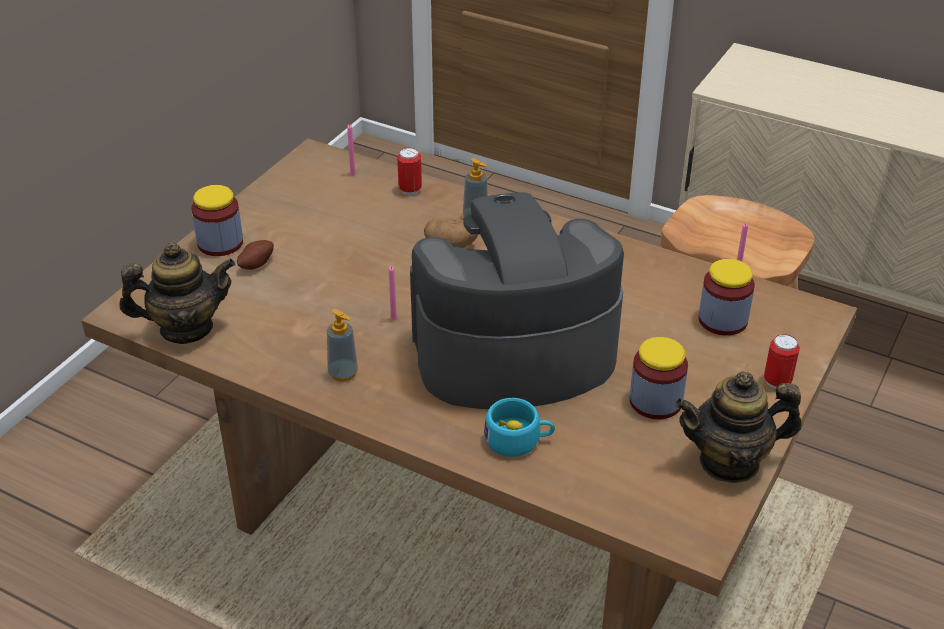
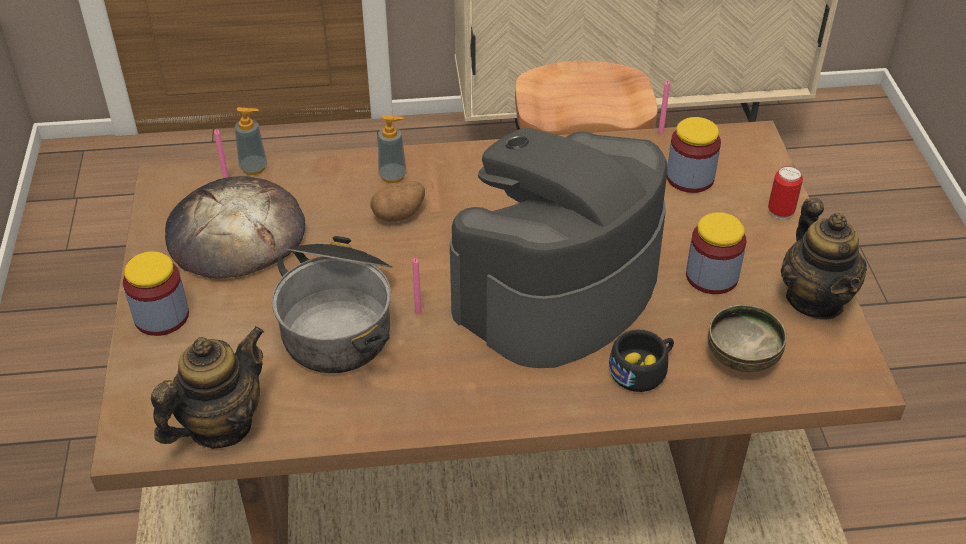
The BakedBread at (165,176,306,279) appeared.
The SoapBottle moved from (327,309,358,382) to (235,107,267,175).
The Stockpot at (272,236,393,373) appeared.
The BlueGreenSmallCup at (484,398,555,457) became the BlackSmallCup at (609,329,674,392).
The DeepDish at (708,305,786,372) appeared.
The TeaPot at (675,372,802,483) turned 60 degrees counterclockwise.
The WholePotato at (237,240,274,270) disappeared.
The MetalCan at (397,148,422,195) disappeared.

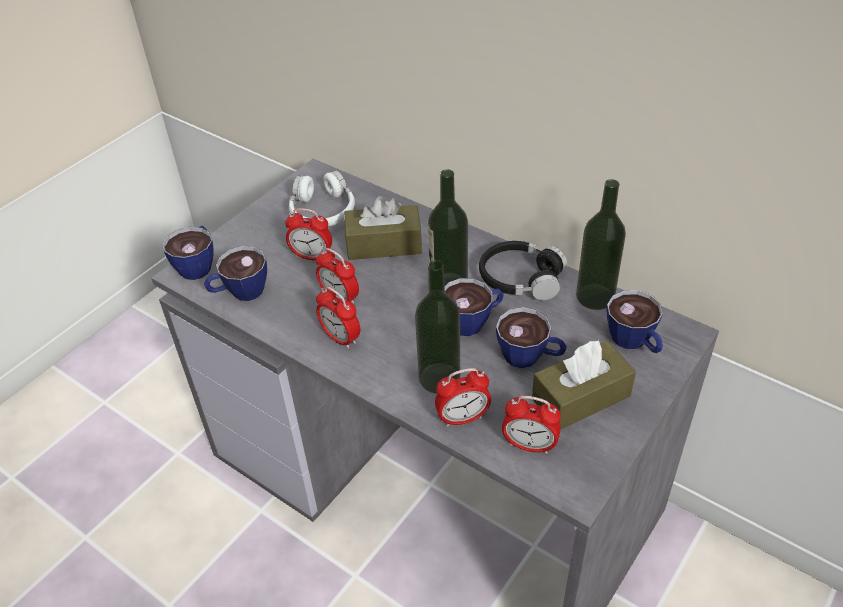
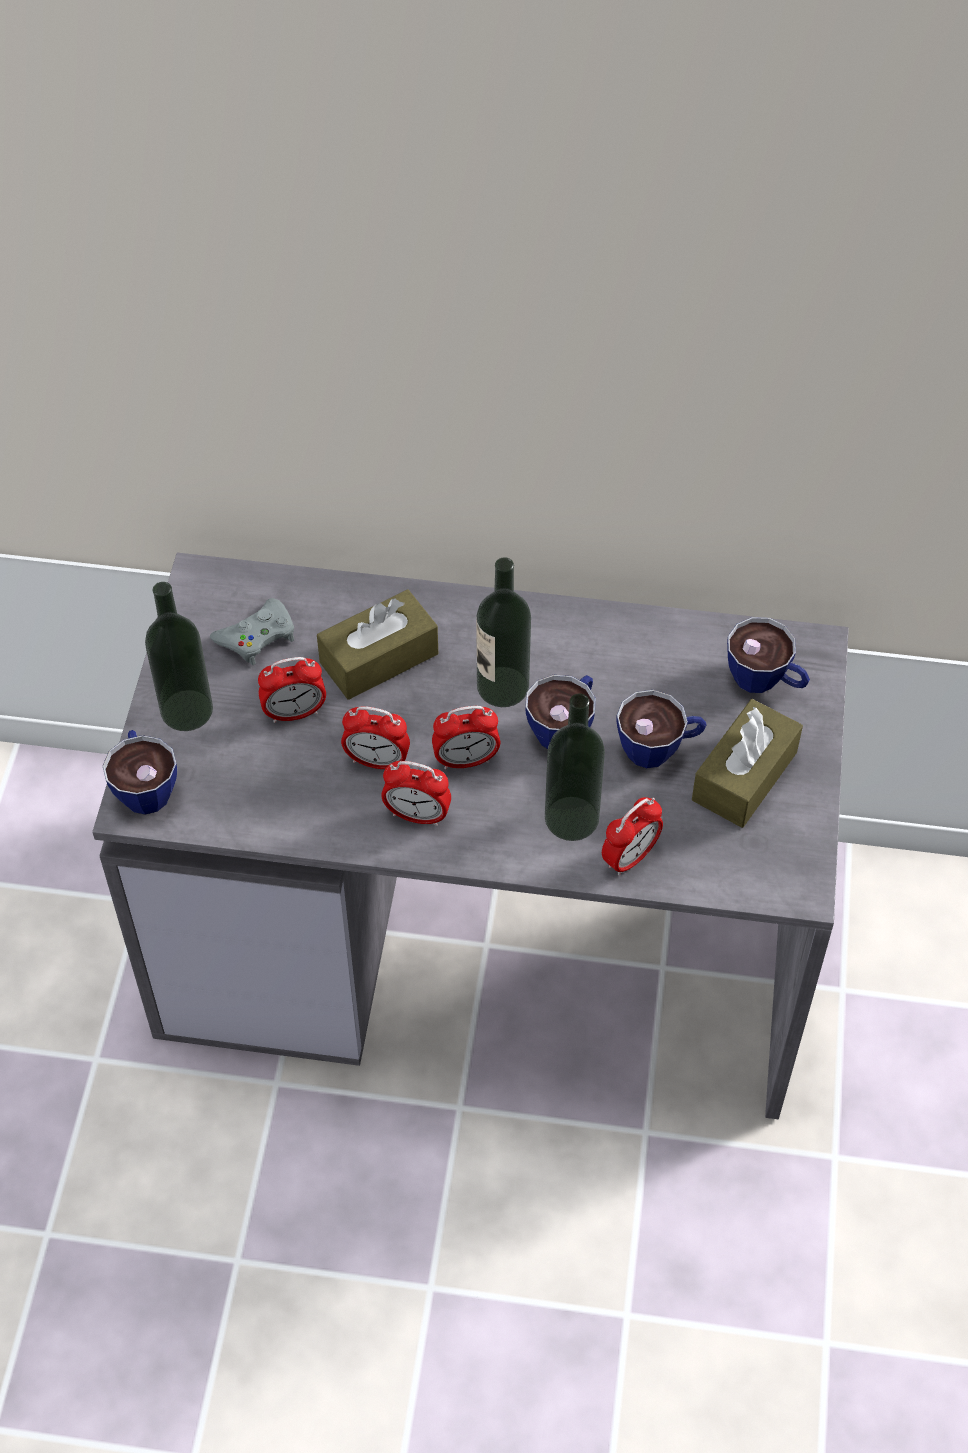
The BeverageBottle moved from (576,179,626,310) to (145,582,213,731).
The WhitePairOfHeadphones at (289,170,355,227) was replaced by the GreyishJoypad at (210,598,294,665).
The TableClock moved from (502,396,561,454) to (432,706,500,770).
The SmallCup at (204,246,267,301) disappeared.
The BlackPairOfHeadphones at (479,241,567,300) disappeared.

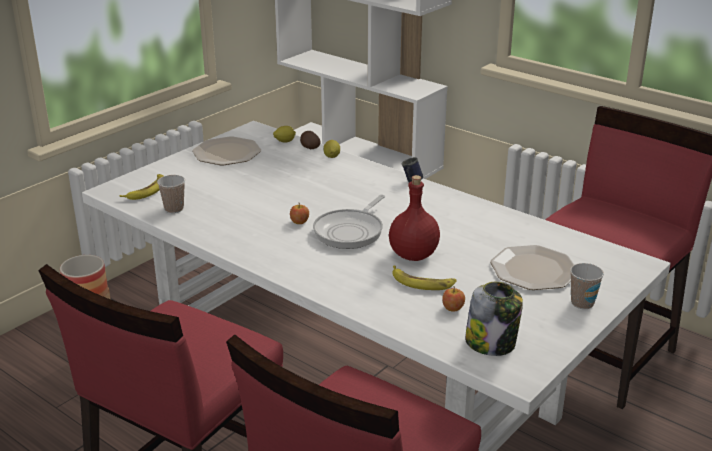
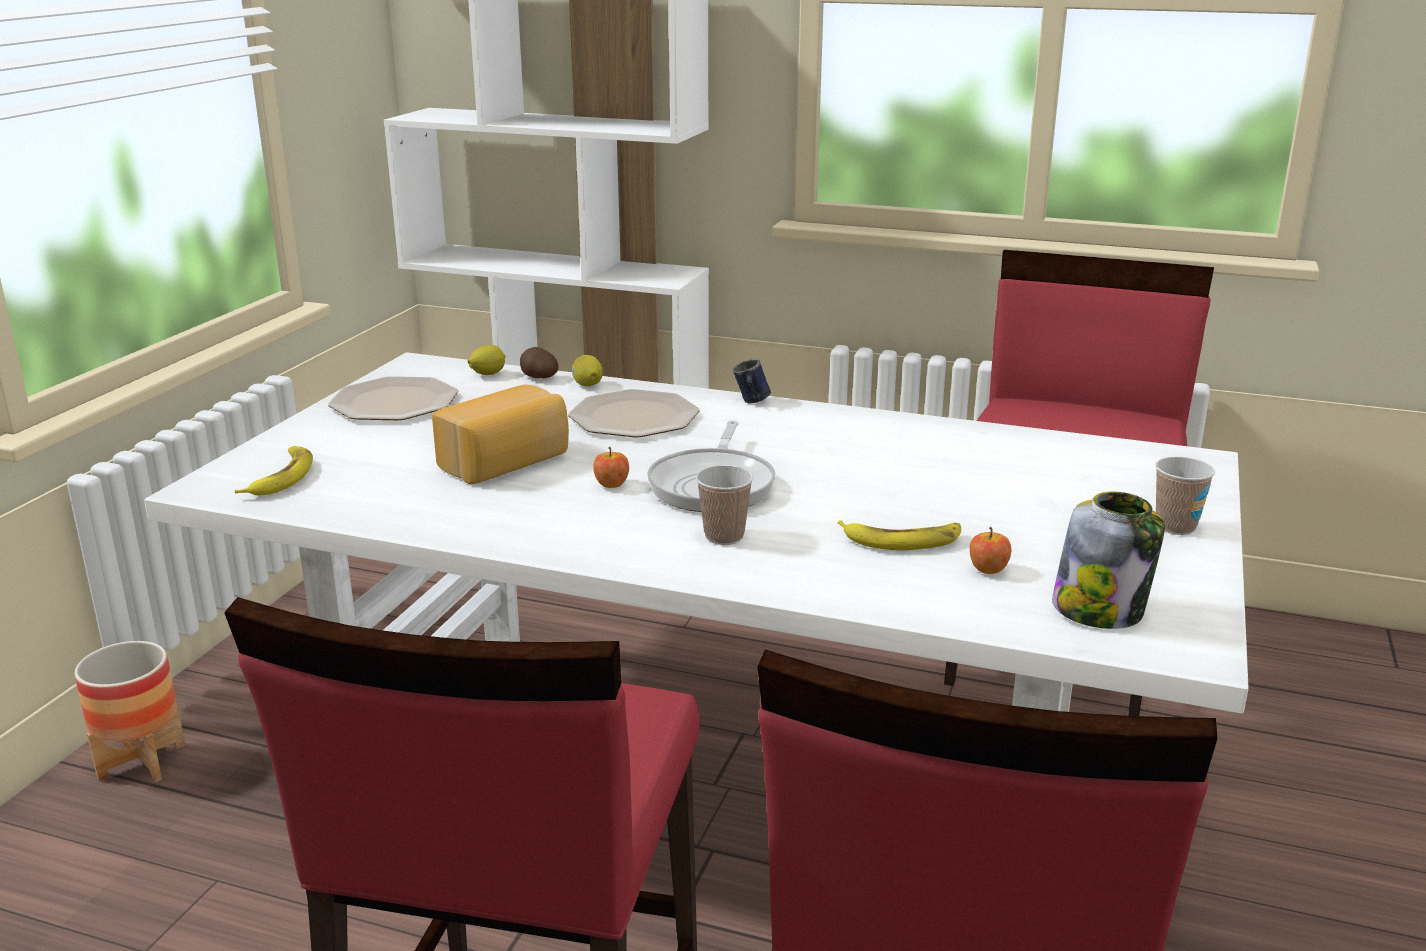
The BakedBread at (432,385,569,484) appeared.
The Plate moved from (490,245,574,290) to (568,389,700,438).
The SmallCup moved from (157,175,185,213) to (696,465,753,545).
The RedColouredBeverageBottle at (389,175,440,261) disappeared.

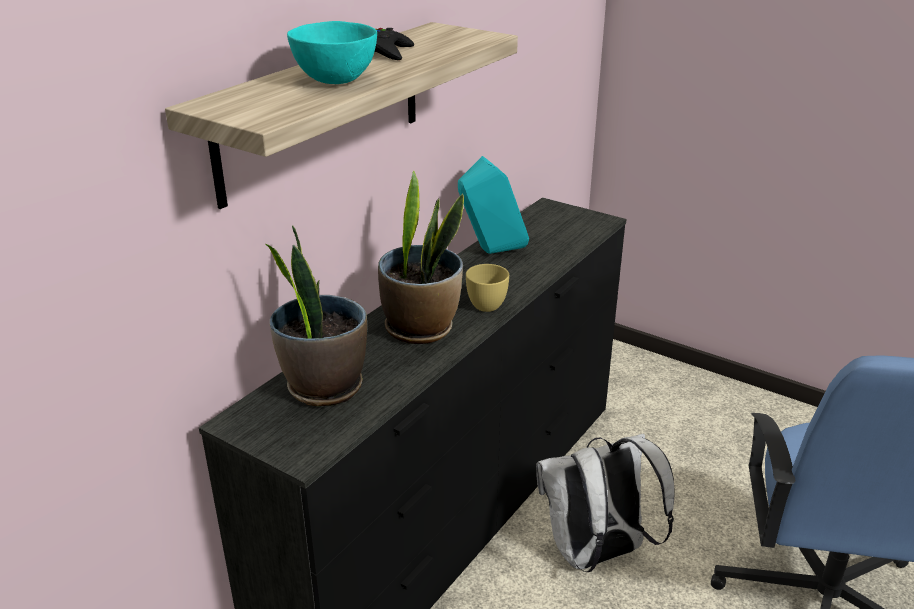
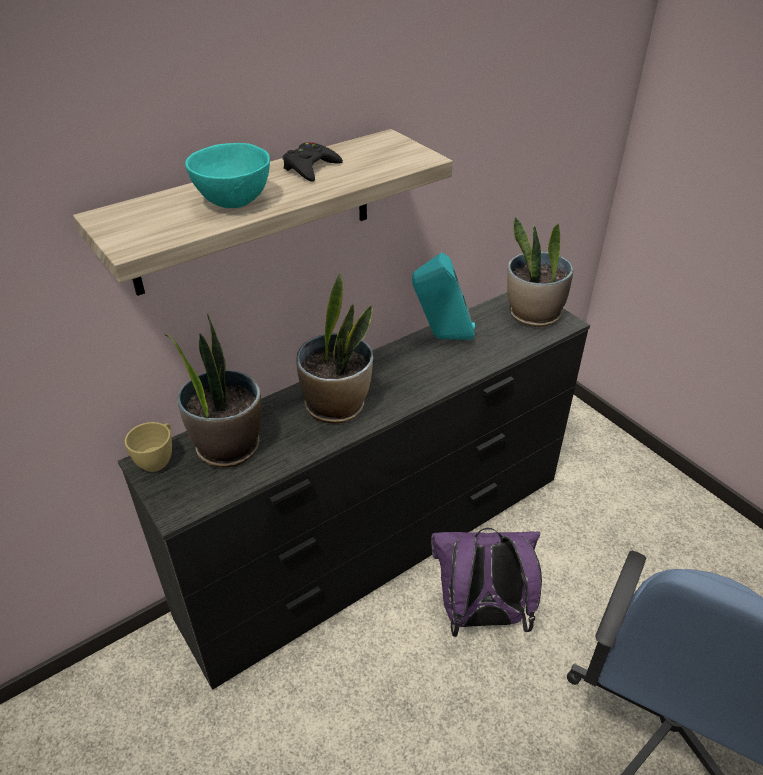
The YellowishSmallCup moved from (466,264,509,312) to (125,422,172,472).
The WhiteBackpack at (536,434,675,572) became the PurpleBackpack at (431,528,542,637).
The PlantInAPot at (507,217,574,327) appeared.

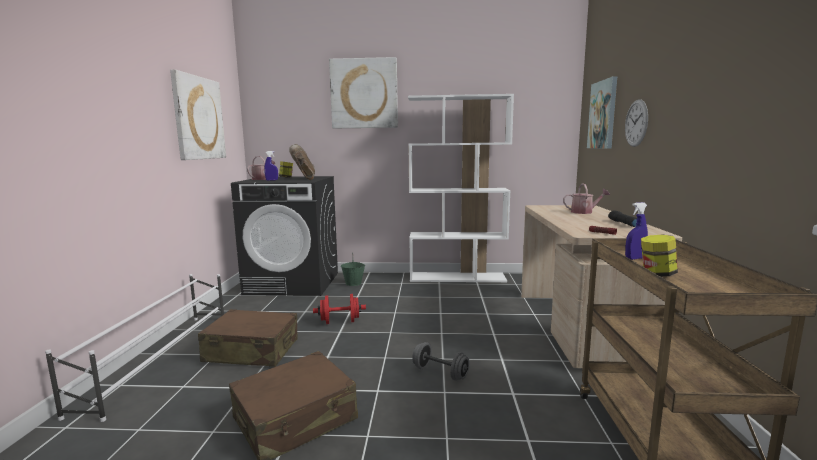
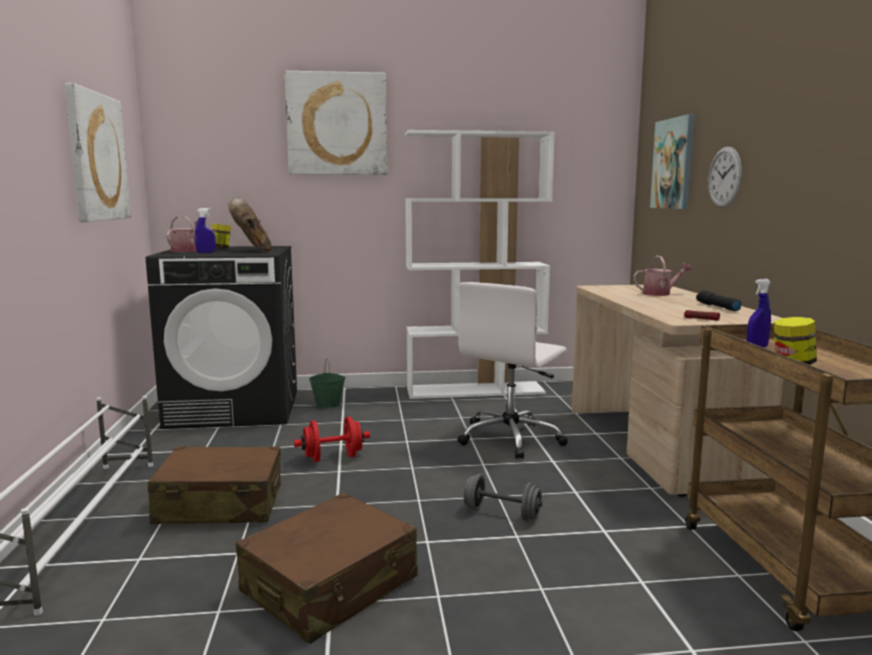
The WhiteDeskChair at (458,282,568,459) appeared.

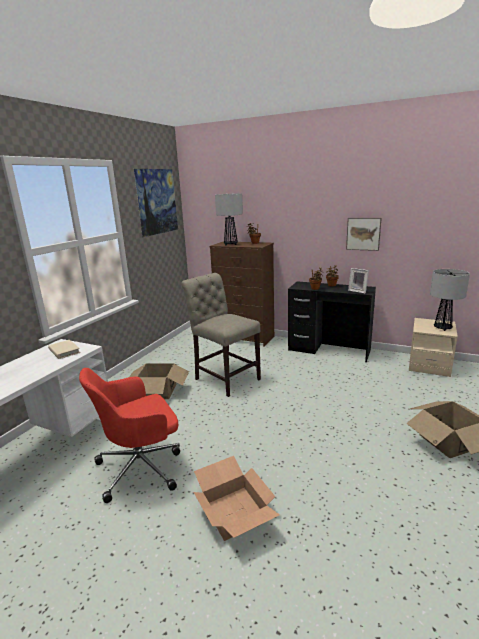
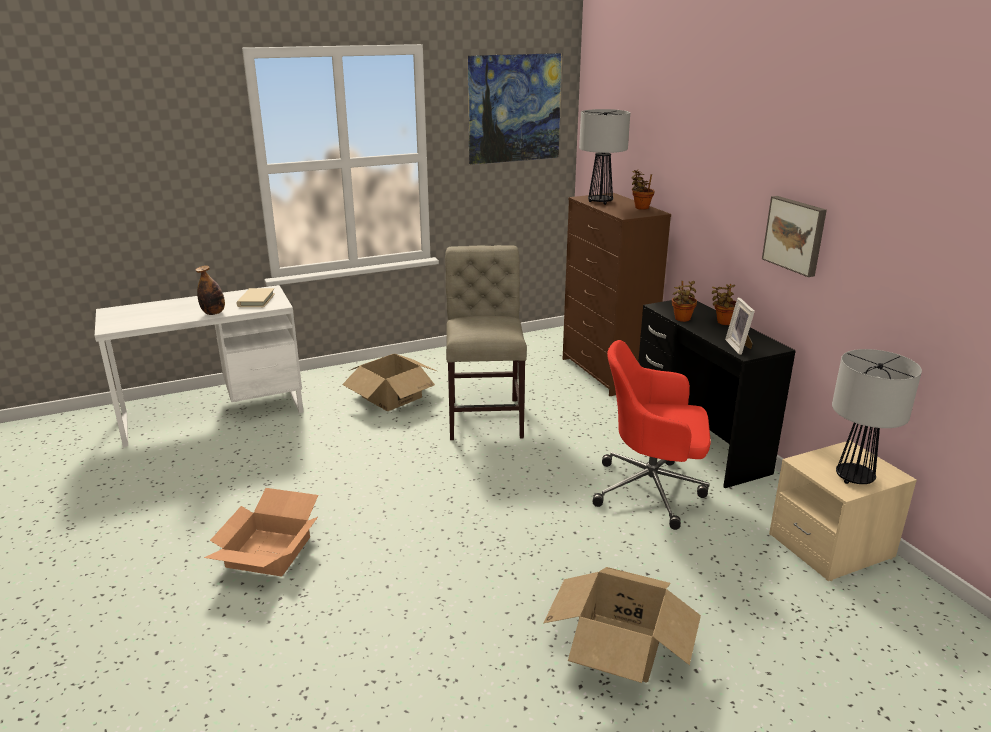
The BeverageBottle at (196,265,225,315) appeared.
The RedColouredDeskChair moved from (79,368,180,503) to (593,340,711,530).

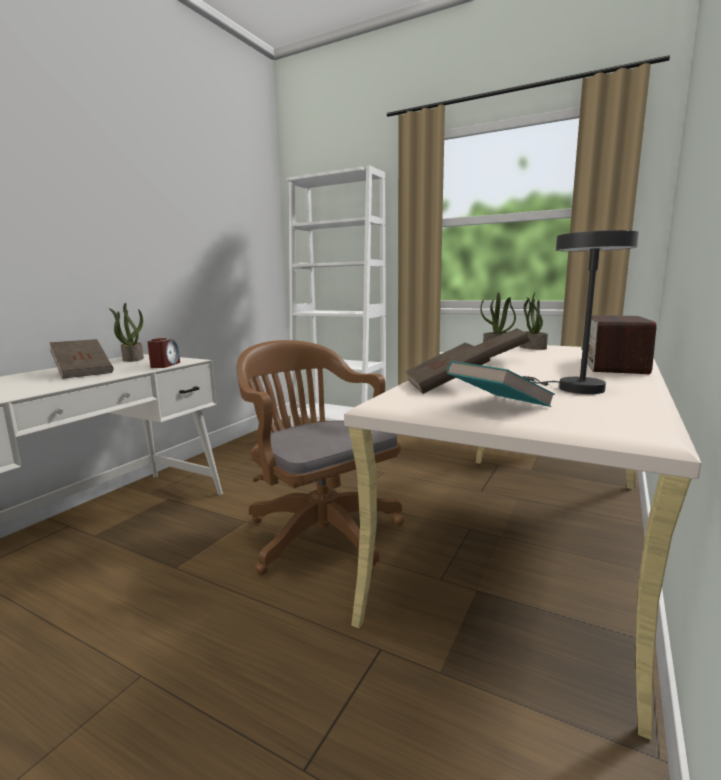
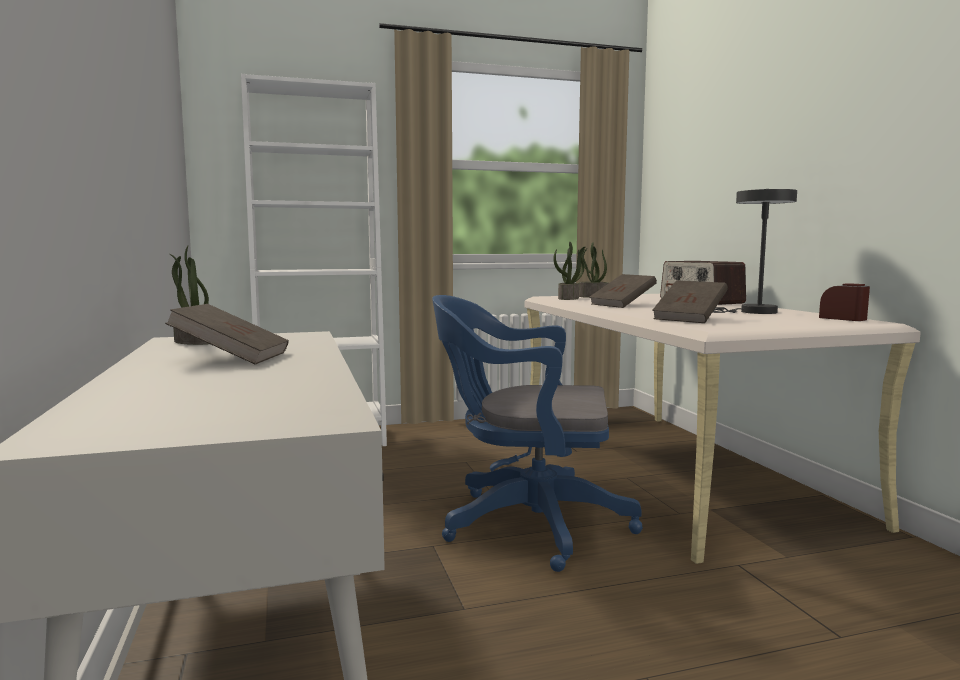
The BrownishDeskChair at (236,340,404,576) became the BlueColouredDeskChair at (432,295,643,572).
The TableClock moved from (147,338,180,368) to (819,283,870,321).
The BlueGreenBook at (447,361,555,407) disappeared.

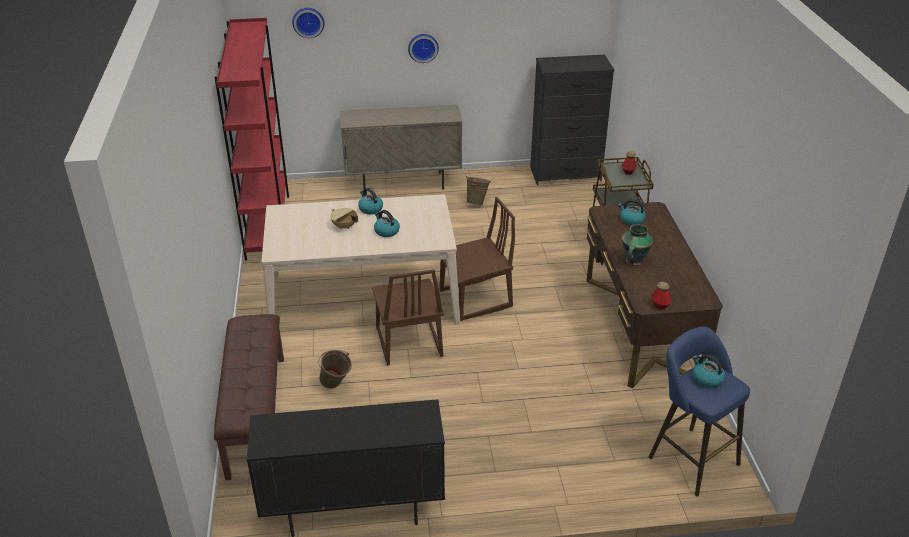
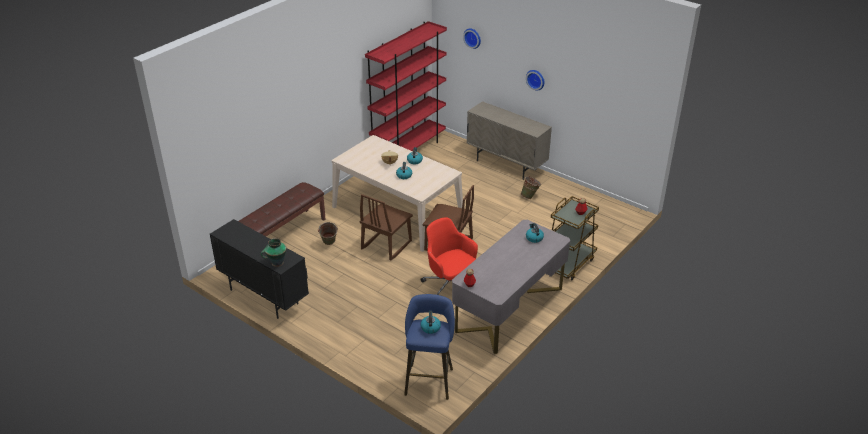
The DecorativeVase moved from (622,224,653,265) to (261,238,287,267).
The RedColouredDeskChair at (420,217,478,295) appeared.
The BrownishDesk at (586,202,723,388) became the GreyishDesk at (452,220,570,354).
The BlackDrawerChest at (530,55,614,185) disappeared.

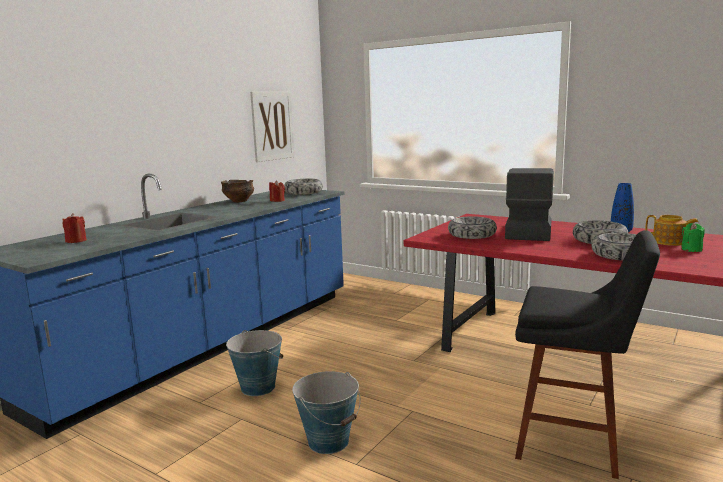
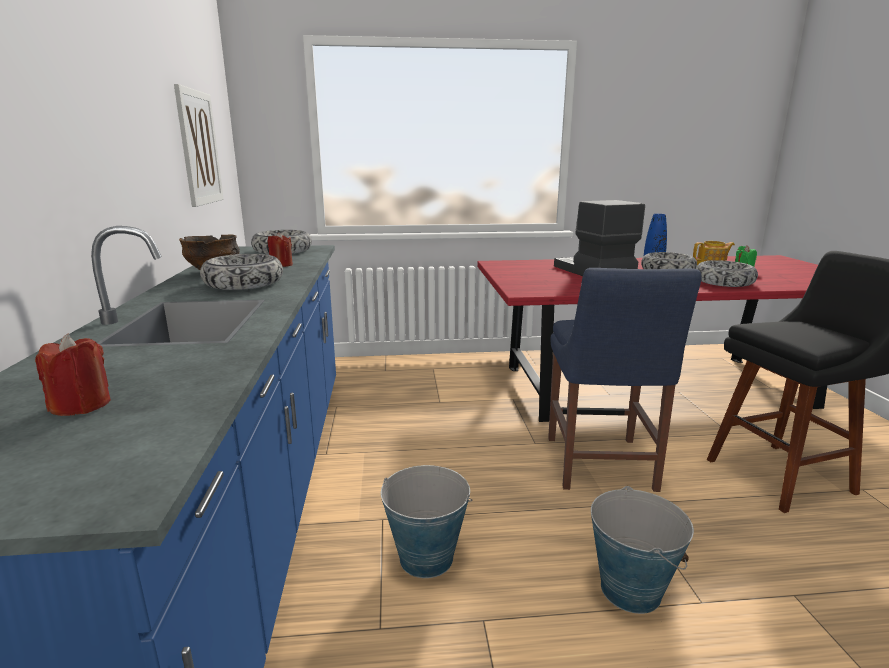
The DeepDish moved from (448,216,497,239) to (200,254,283,290).
The BlueColouredPlainChair at (548,268,702,492) appeared.

